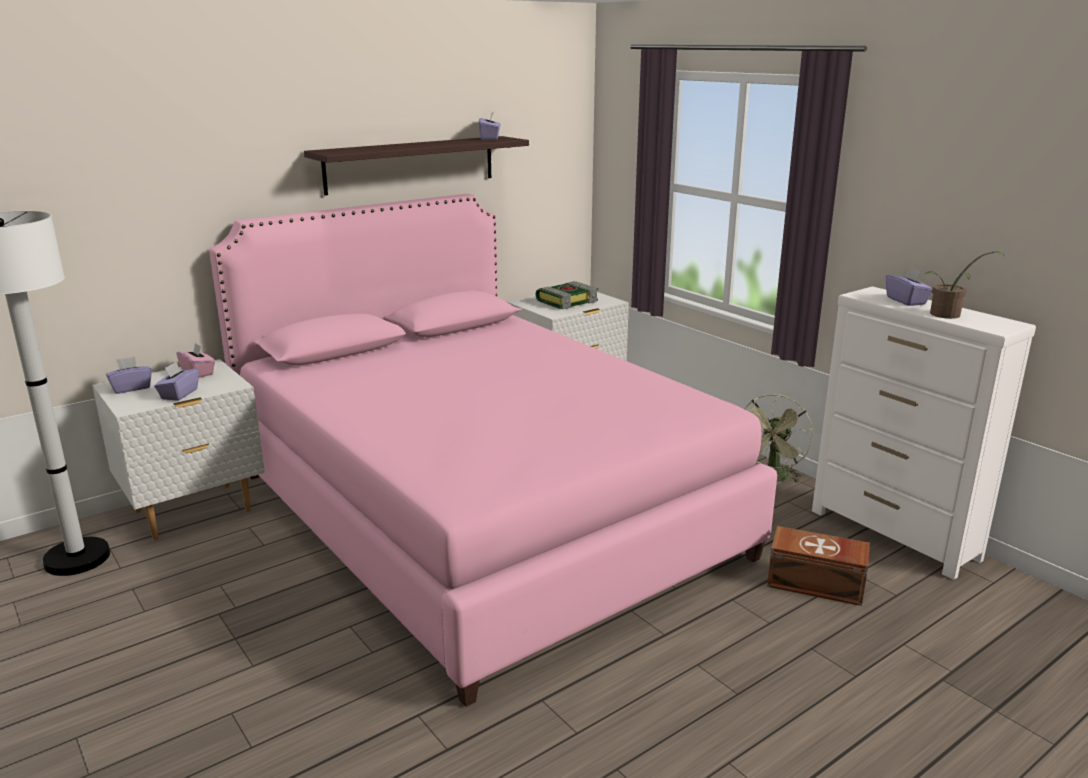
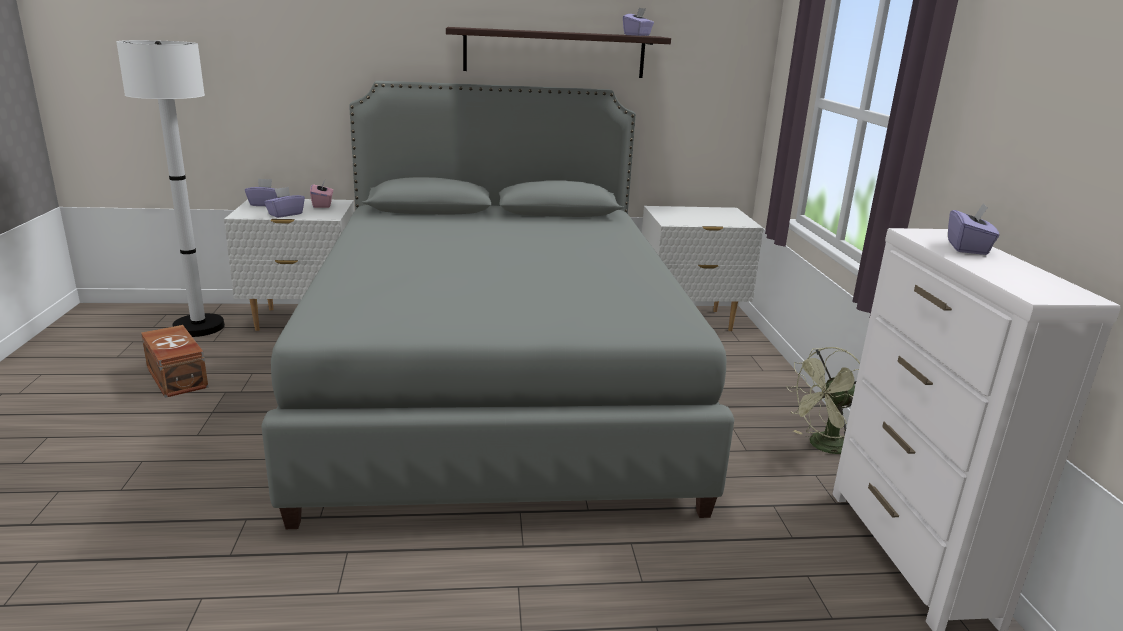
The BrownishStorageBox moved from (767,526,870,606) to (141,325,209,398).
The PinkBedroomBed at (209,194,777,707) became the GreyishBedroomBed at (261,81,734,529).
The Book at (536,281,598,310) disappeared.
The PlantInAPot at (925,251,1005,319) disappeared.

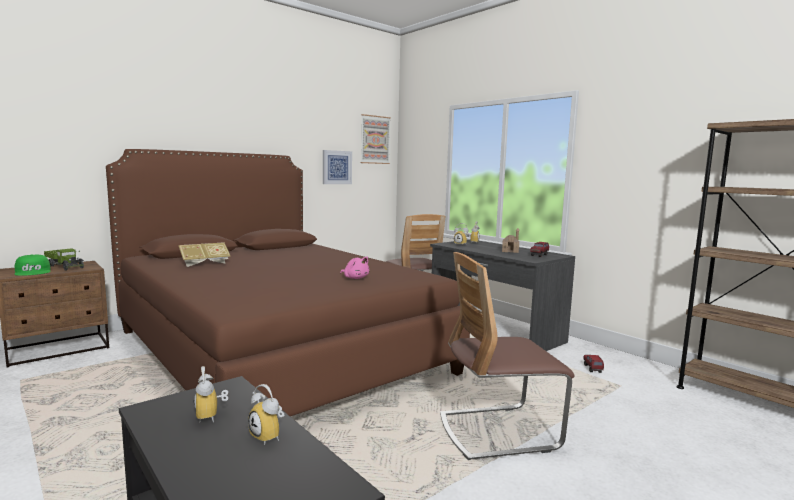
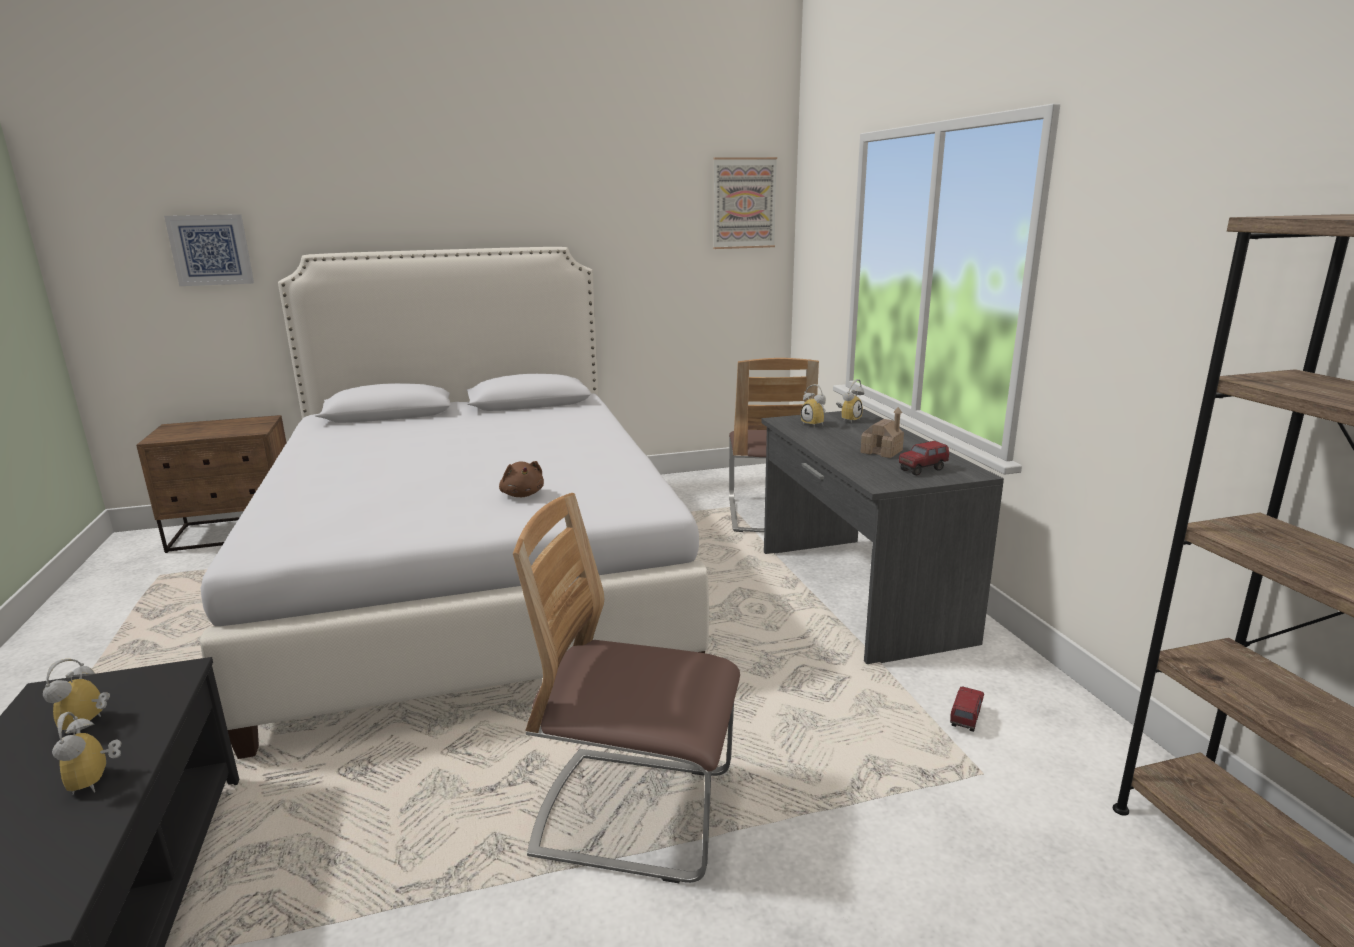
The WallPicture moved from (323,150,352,184) to (164,214,254,286).
The BrownishBedroomBed at (106,149,470,416) became the WhiteBedroomBed at (200,247,709,759).
The PinkSoftToy at (340,256,369,279) became the BrownishSoftToy at (499,461,544,497).
The GreenColouredBaseballCap at (14,254,51,276) disappeared.
The ToyLorry at (44,248,84,271) disappeared.
The Book at (178,242,231,267) disappeared.

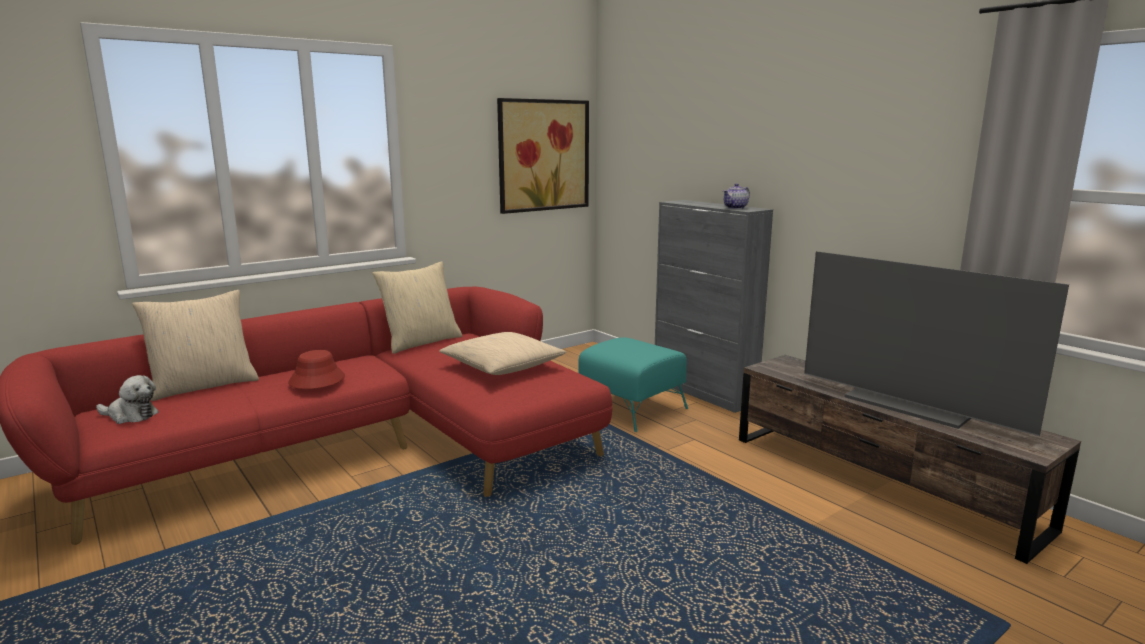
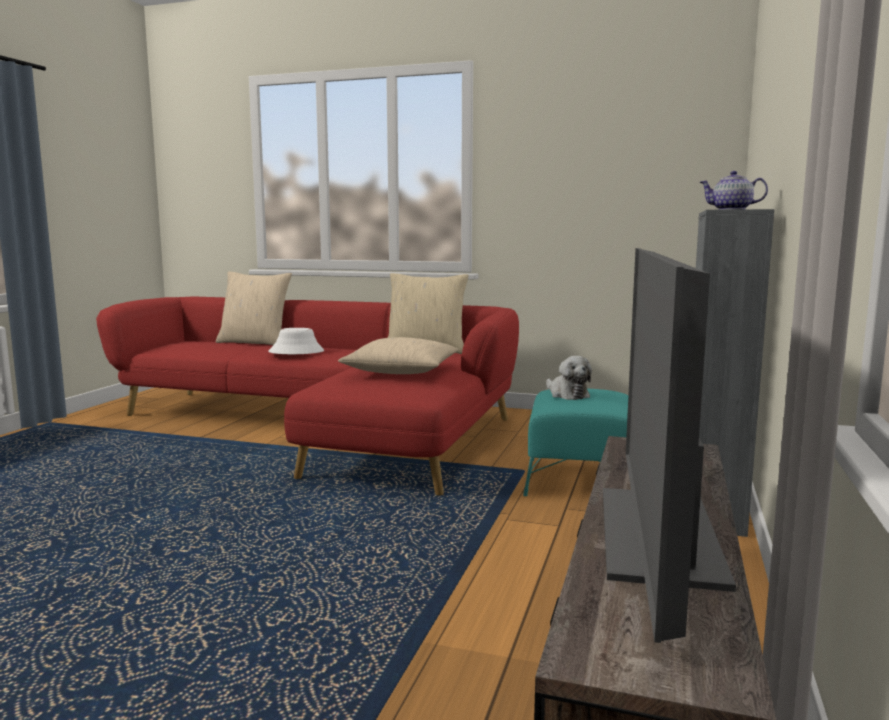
The RedColouredHat at (288,350,345,389) became the WhiteHat at (268,328,324,354).
The SoftToy moved from (96,375,159,424) to (546,356,592,400).
The WallPicture at (497,98,589,214) disappeared.

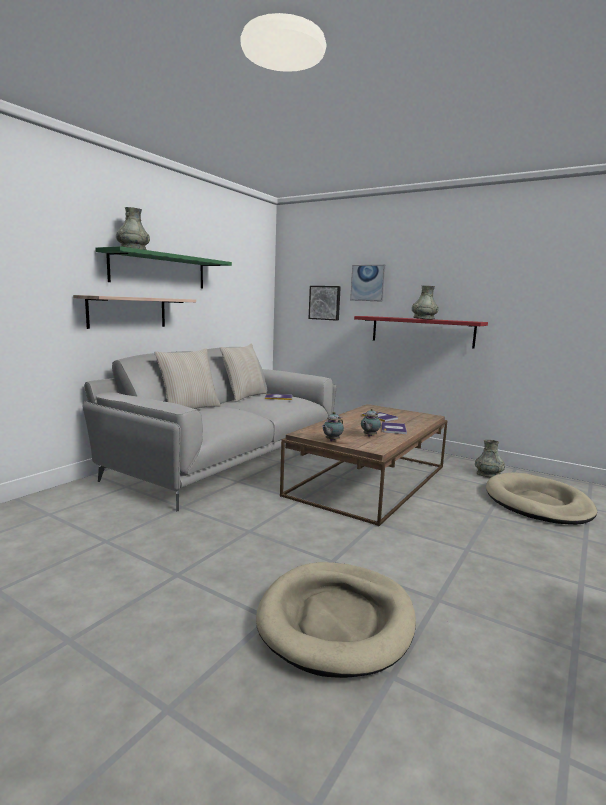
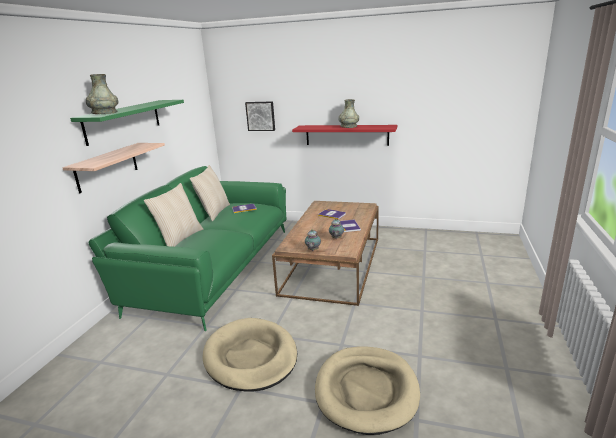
The GreyishSettee at (83,347,337,511) became the GreenColouredSettee at (89,166,287,331).
The SandColouredDogBed moved from (486,472,597,525) to (203,318,297,392).
The WallPicture at (350,265,386,302) disappeared.
The GreyishDecorativeVase at (475,440,505,477) disappeared.

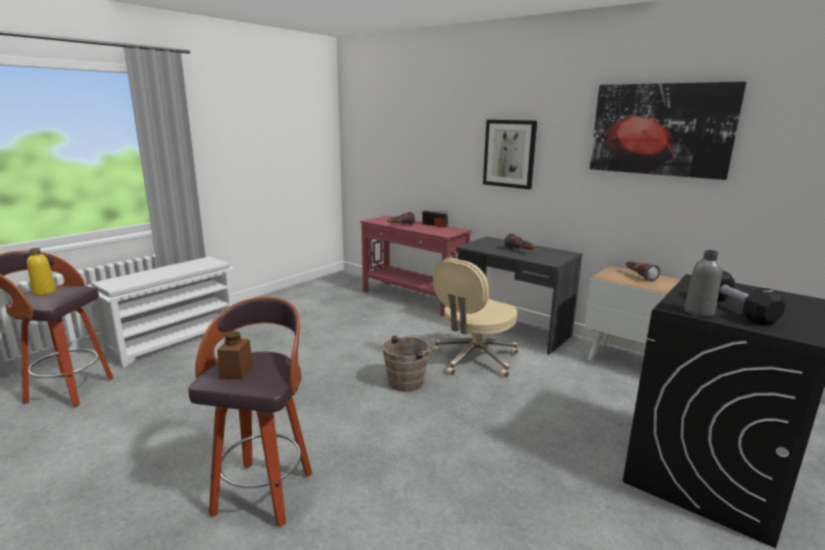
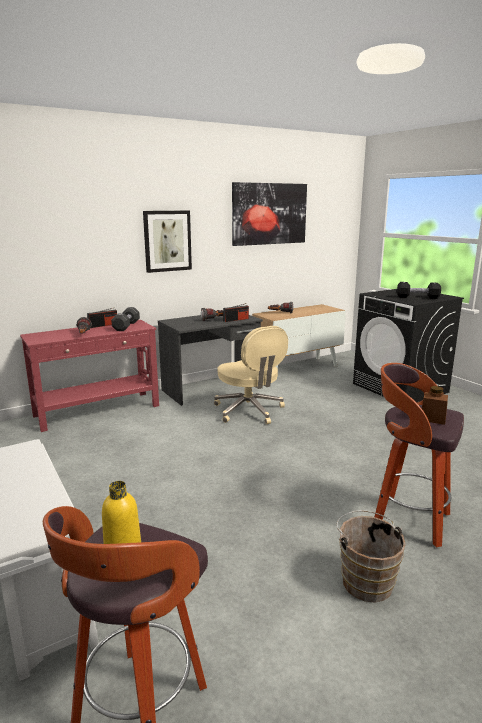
The BlackHandWeight at (111,307,140,331) appeared.
The RadioSet at (223,303,249,322) appeared.
The BrownishWaterBucket moved from (382,334,435,392) to (337,510,406,602).
The GreyishBeverageBottle at (684,250,722,317) disappeared.

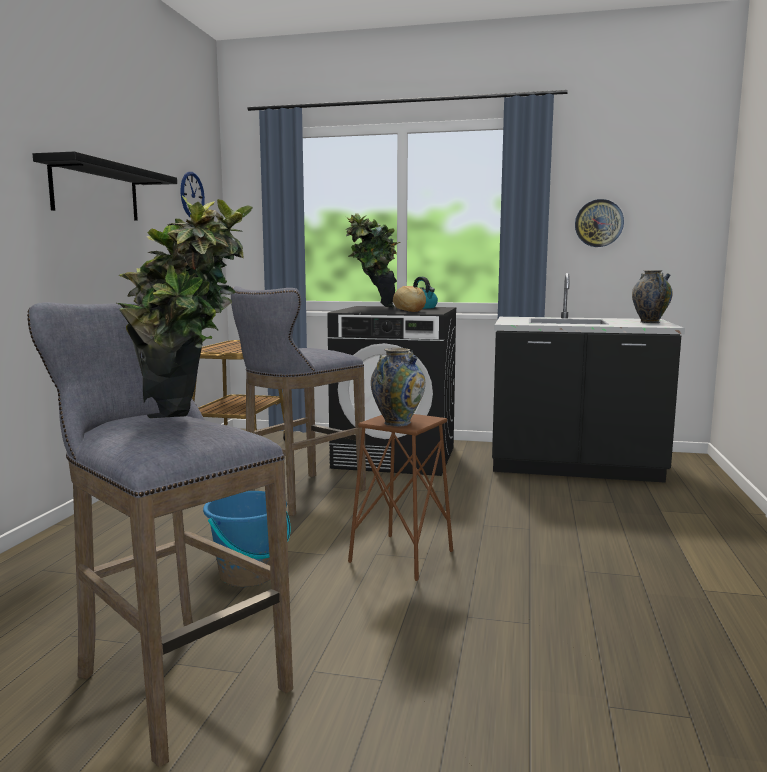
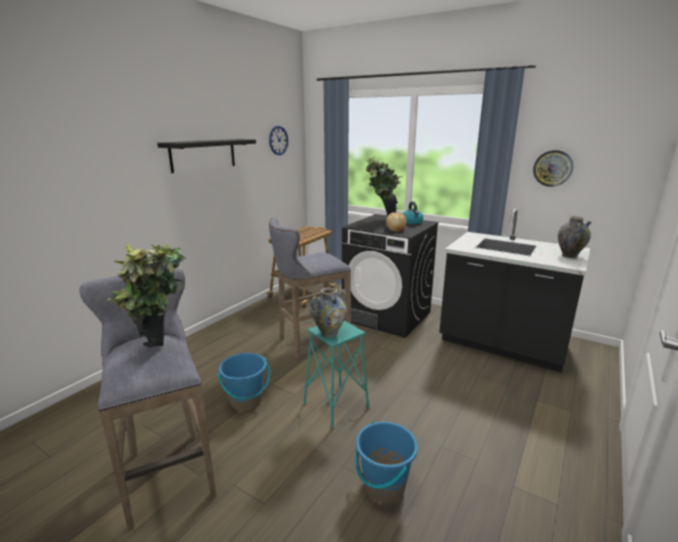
The BrownishSittingStool at (348,414,453,581) became the BlueGreenSittingStool at (304,321,369,429).
The BlueColouredWaterBucket at (355,421,418,503) appeared.

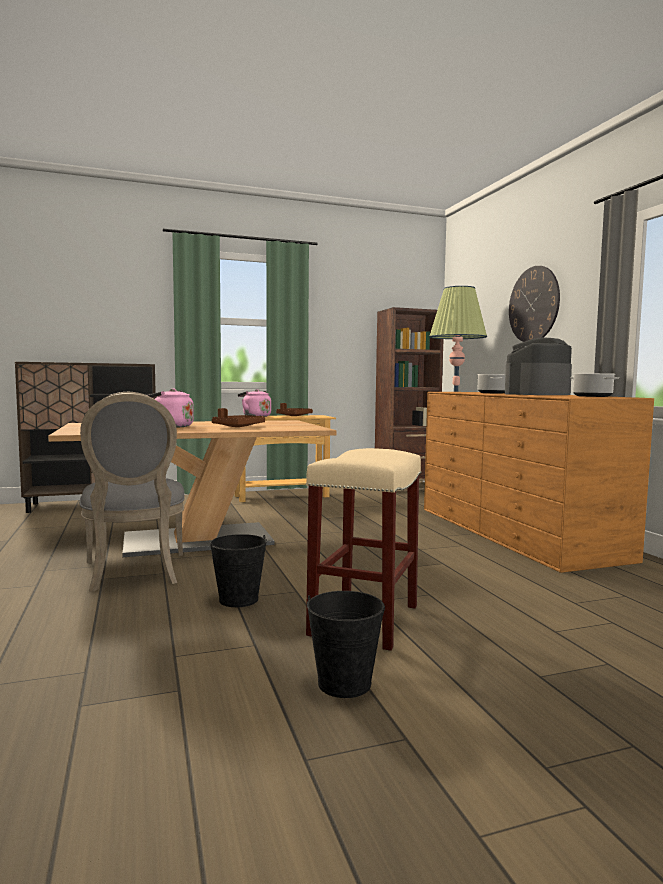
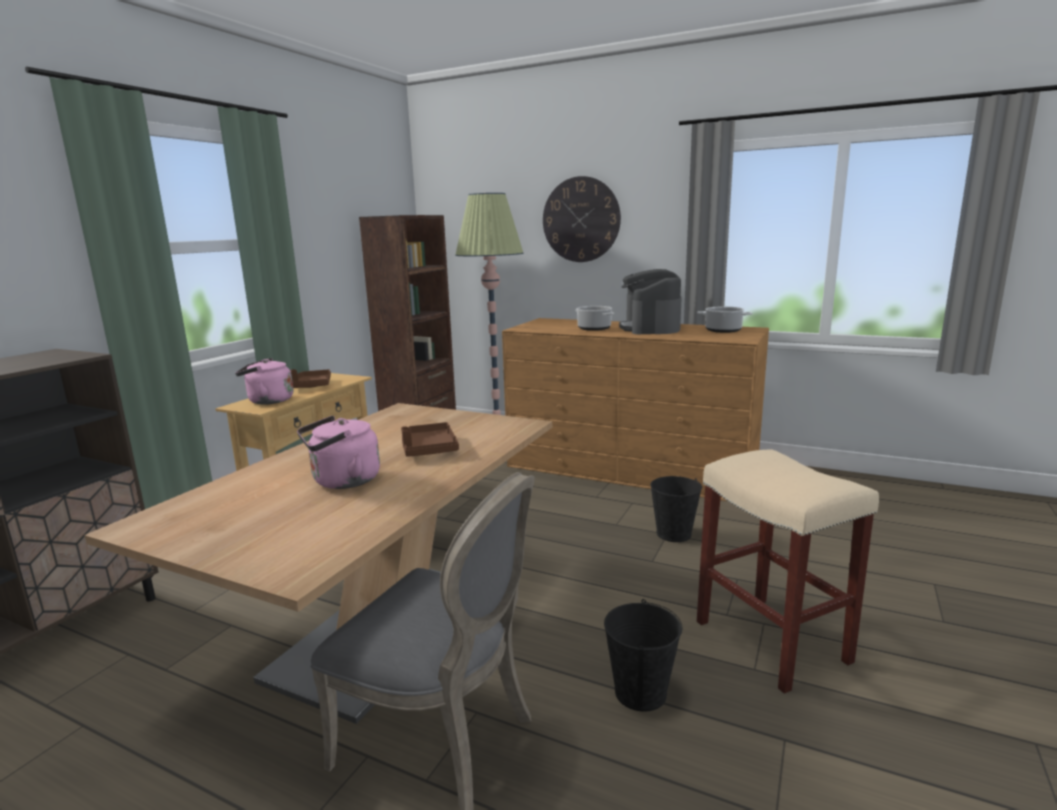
The BlackWaterBucket moved from (307,591,385,698) to (650,476,702,542).

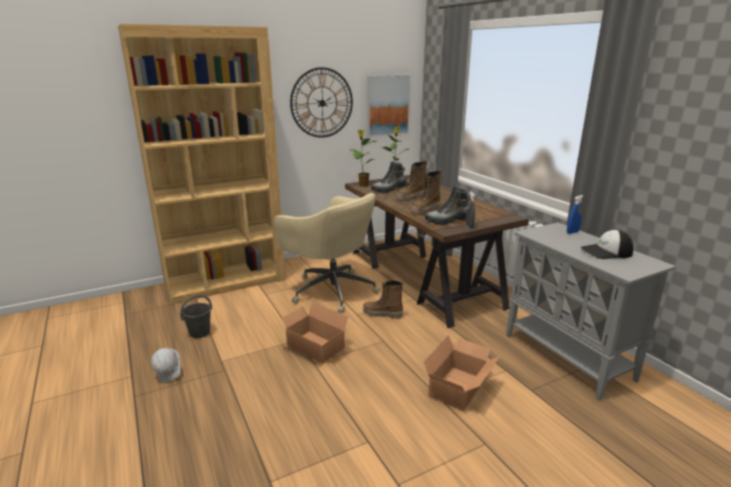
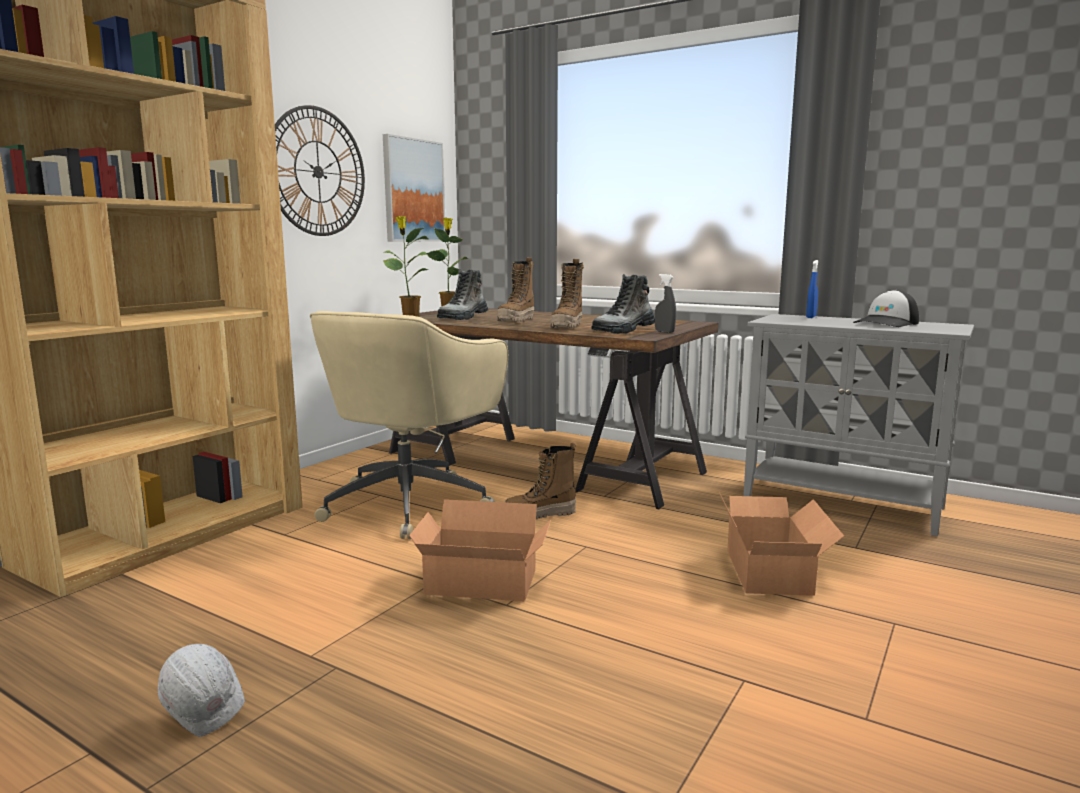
The SandColouredDeskChair at (273,193,380,313) turned 105 degrees clockwise.
The GreyishWaterBucket at (180,295,212,338) disappeared.

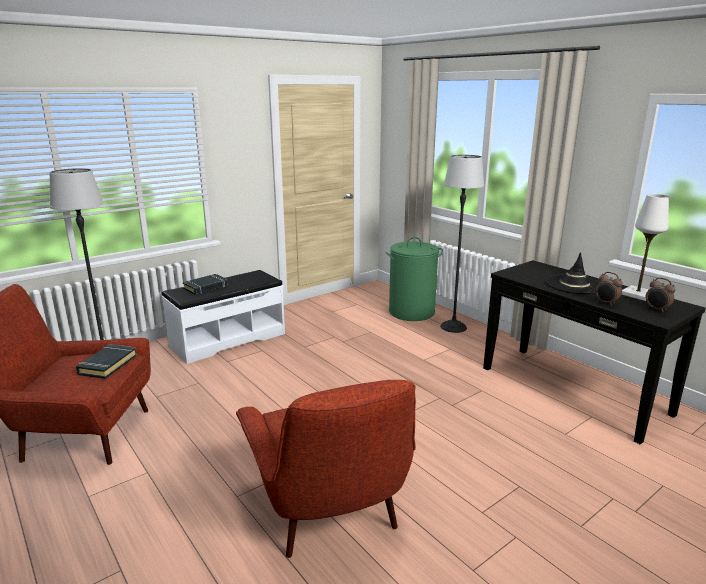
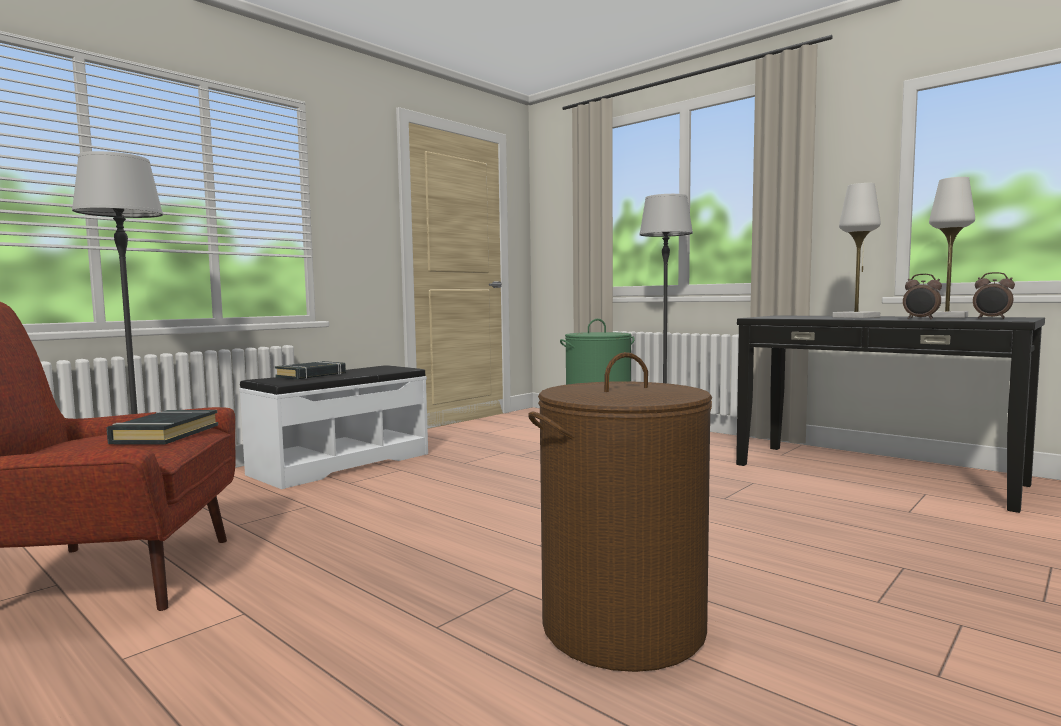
The RedColouredArmchair at (236,380,416,558) was replaced by the BrownishHamper at (528,352,712,672).
The BlackHat at (545,252,600,294) was replaced by the WhiteTableLamp at (833,183,881,318).

